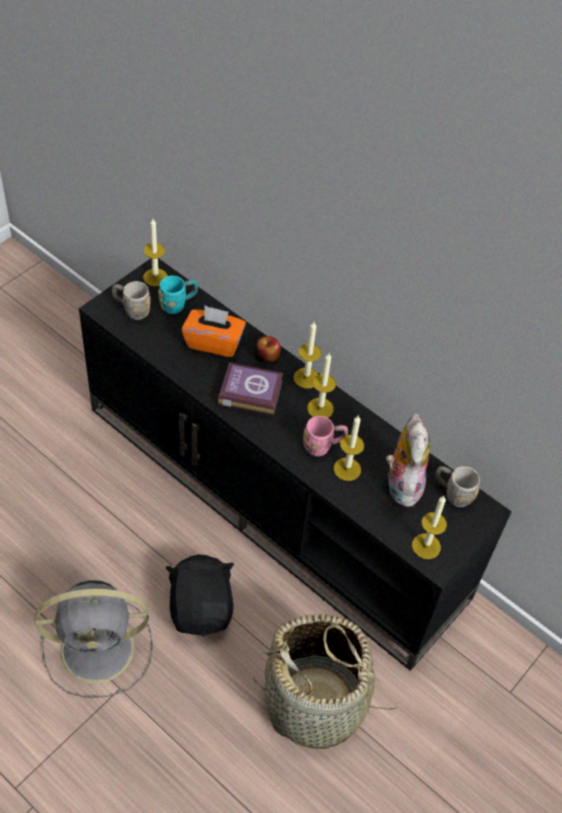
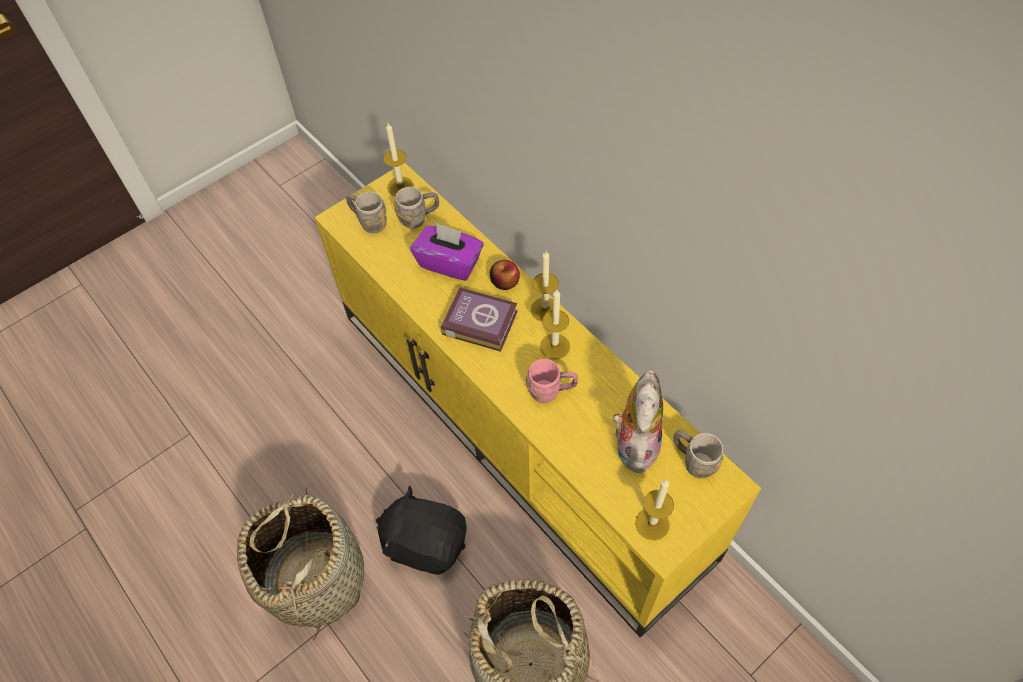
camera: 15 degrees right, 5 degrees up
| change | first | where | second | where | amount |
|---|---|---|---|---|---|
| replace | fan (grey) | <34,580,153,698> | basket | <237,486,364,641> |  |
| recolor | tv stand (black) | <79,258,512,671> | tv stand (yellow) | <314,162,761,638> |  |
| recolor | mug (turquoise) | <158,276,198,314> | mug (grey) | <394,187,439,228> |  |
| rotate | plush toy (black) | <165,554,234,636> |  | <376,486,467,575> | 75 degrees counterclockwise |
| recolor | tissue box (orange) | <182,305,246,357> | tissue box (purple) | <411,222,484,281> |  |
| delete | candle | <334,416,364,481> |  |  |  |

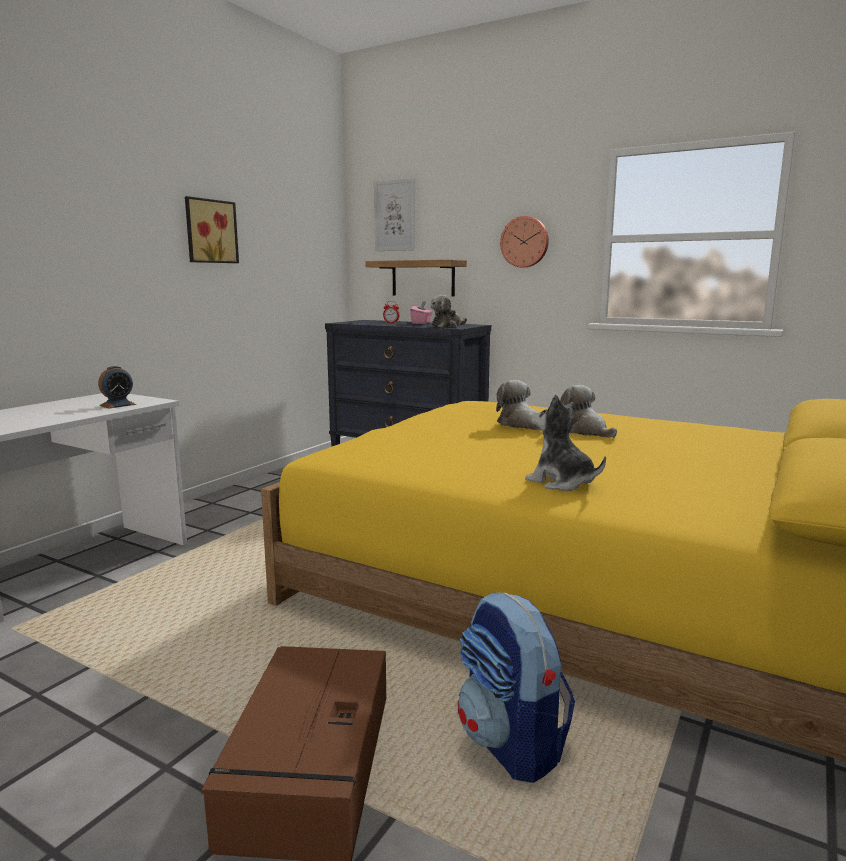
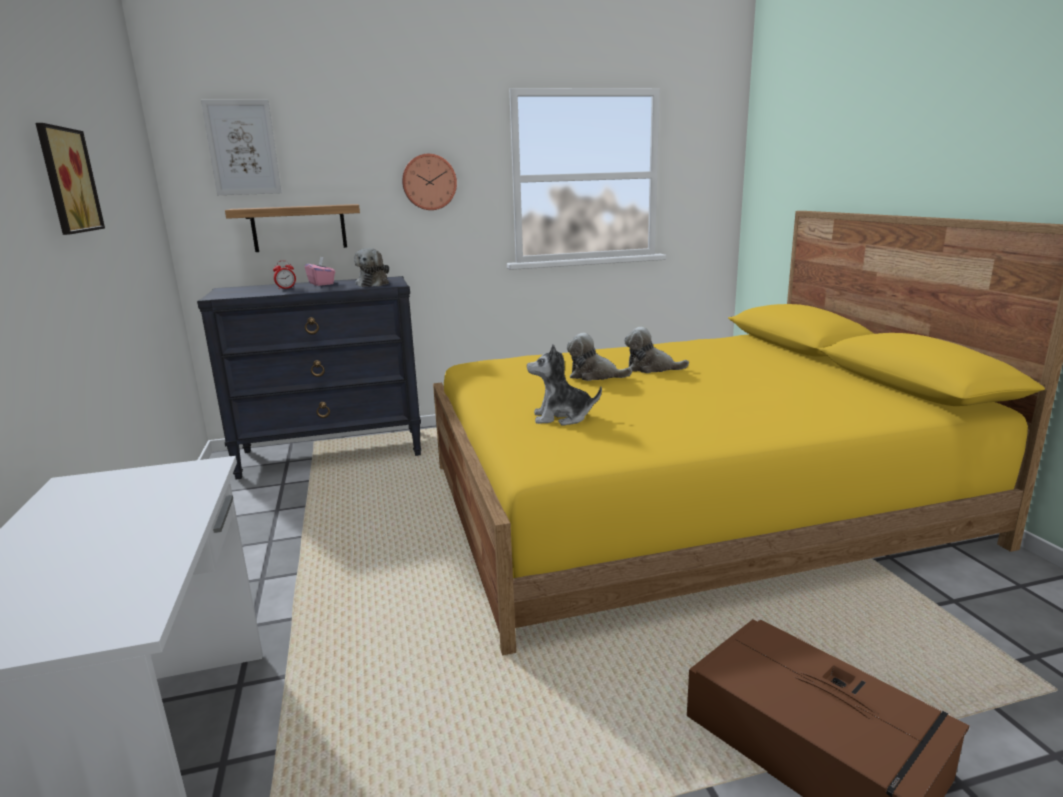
camera: 45 degrees left, 5 degrees up
| change | first | where | second | where | amount |
|---|---|---|---|---|---|
| delete | alarm clock | <98,366,136,409> |  |  |  |
| delete | backpack | <458,593,575,783> |  |  |  |
| move | plush toy | <525,394,606,491> |  | <527,344,602,426> |  |

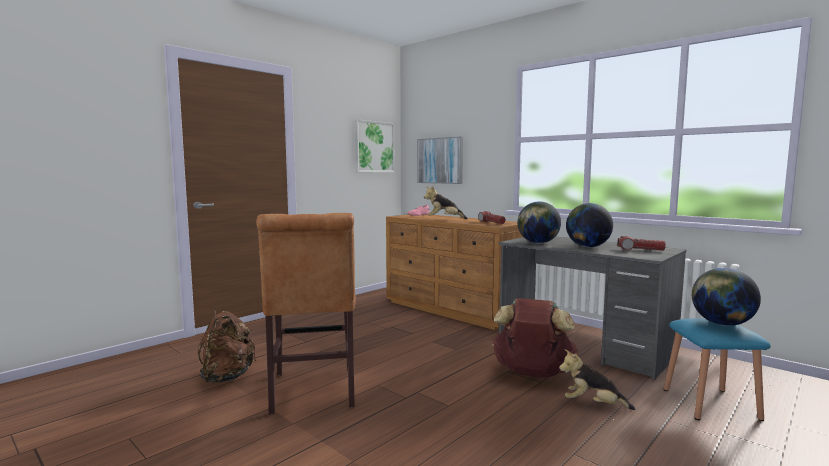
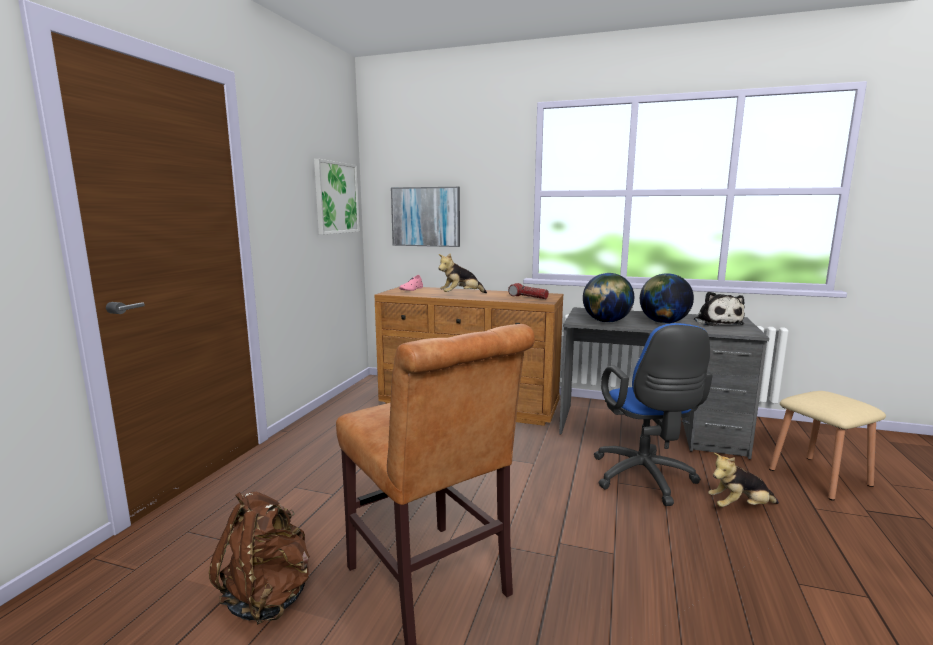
camera: 25 degrees left, 5 degrees up
| change | first | where | second | where | amount |
|---|---|---|---|---|---|
| replace | backpack (brown) | <492,298,578,378> | office chair (blue) | <594,323,713,506> |  |
| replace | flashlight | <617,236,666,251> | plush toy | <694,291,745,326> |  |
| recolor | stool (blue) | <664,318,771,421> | stool (beige) | <769,391,886,501> |  |
| delete | globe | <692,268,761,326> |  |  |  |

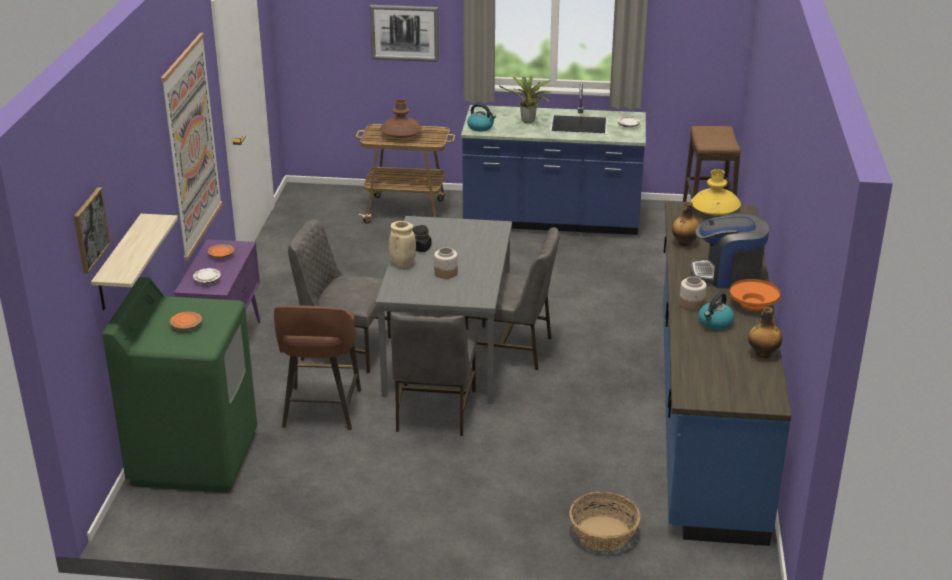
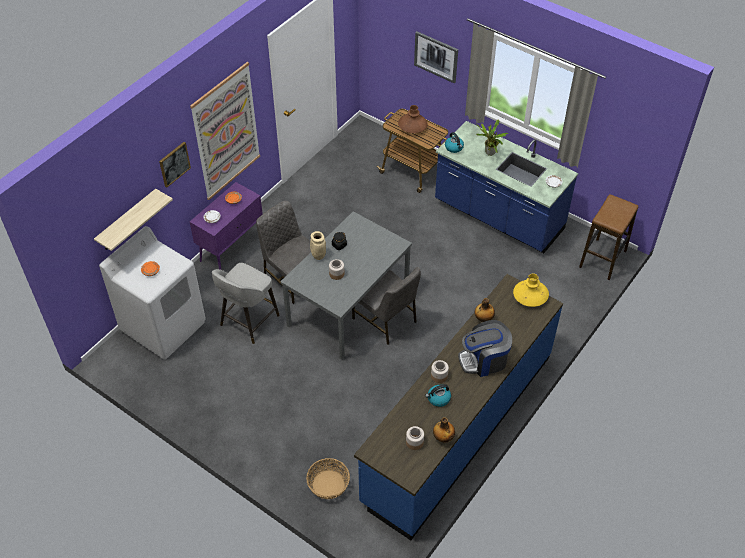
camera: 30 degrees right, 20 degrees up
| change | first | where | second | where | amount |
|---|---|---|---|---|---|
| move | picture | <74,187,111,274> |  | <159,142,191,188> |  |
| recolor | washing machine (green) | <102,277,257,493> | washing machine (white) | <99,226,206,360> |  |
| recolor | stool (brown) | <274,305,361,430> | stool (grey) | <212,263,280,344> |  |
| delete | chair (grey) | <390,313,477,436> |  |  |  |
| rotate | coffee machine | <690,212,769,288> |  | <458,320,512,377> | 45 degrees counterclockwise |
| delete | bowl (orange) | <730,279,780,311> |  |  |  |
| insert |  |  | jar | <406,426,424,450> |  |

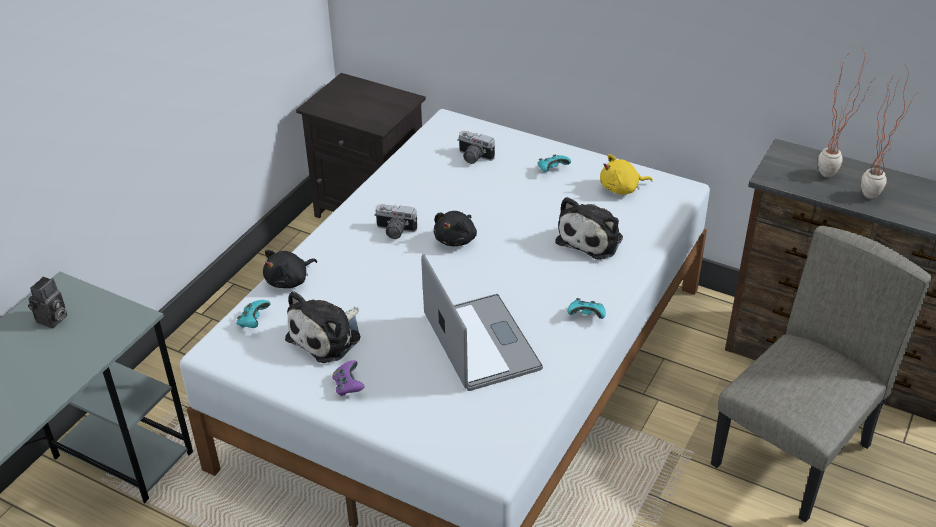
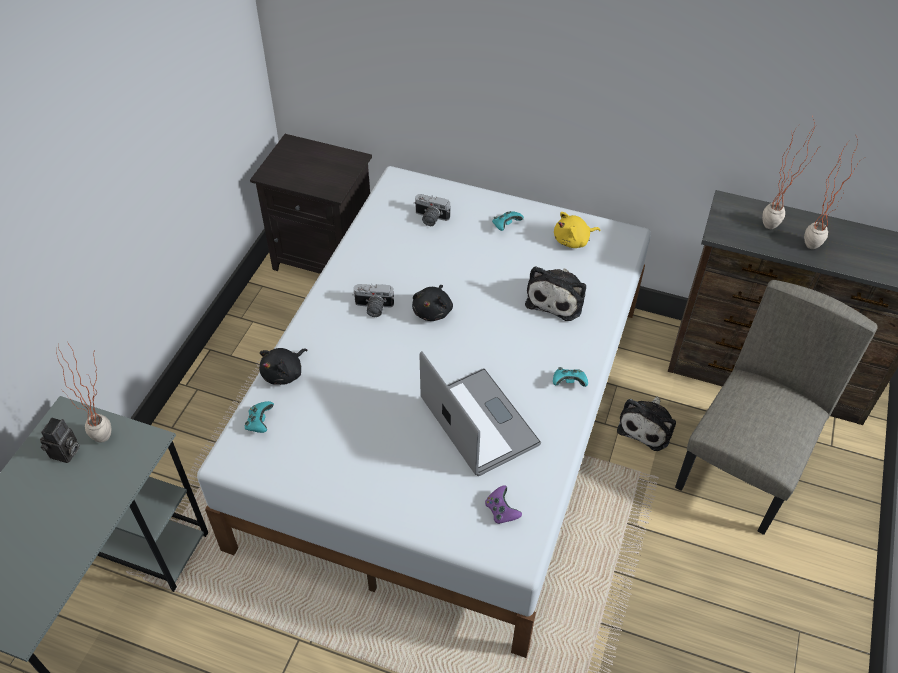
camera: 10 degrees left, 10 degrees up
| change | first | where | second | where | amount |
|---|---|---|---|---|---|
| move | plush toy | <285,291,361,363> |  | <617,396,676,451> |  |
| move | game controller (purple) | <332,360,364,396> |  | <485,485,522,524> |  |
| insert |  |  | potted plant | <56,342,112,443> |  |

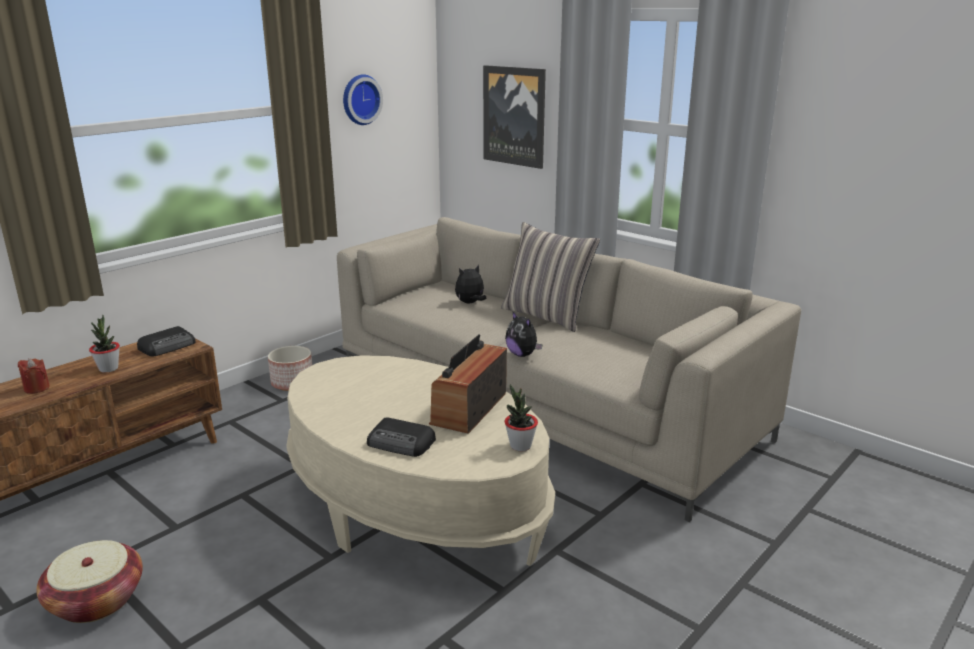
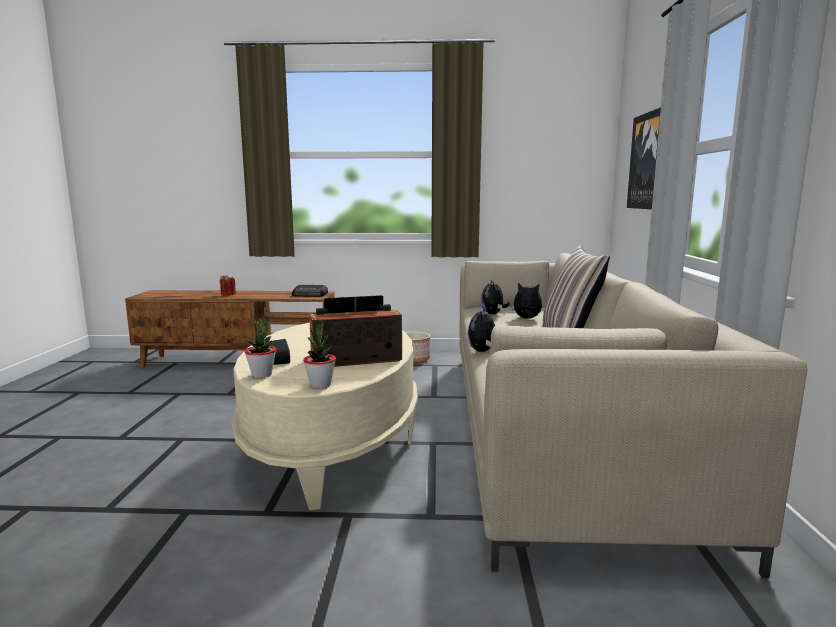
camera: 50 degrees right, 10 degrees down
| change | first | where | second | where | amount |
|---|---|---|---|---|---|
| delete | basket | <36,540,143,623> |  |  |  |
| move | potted plant | <89,315,120,373> |  | <244,315,276,378> |  |
| delete | wall clock | <343,74,383,125> |  |  |  |
| insert |  |  | plush toy | <481,280,510,314> |  |

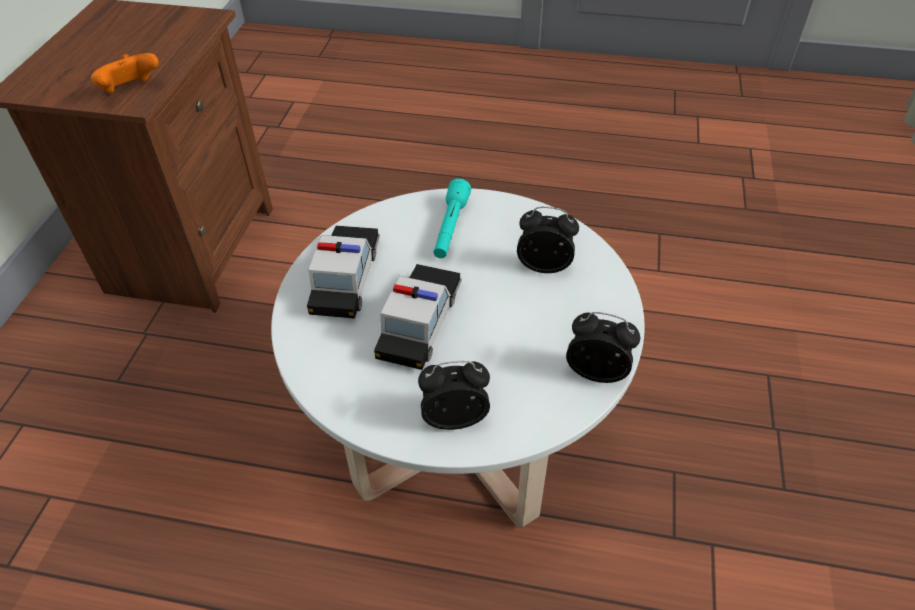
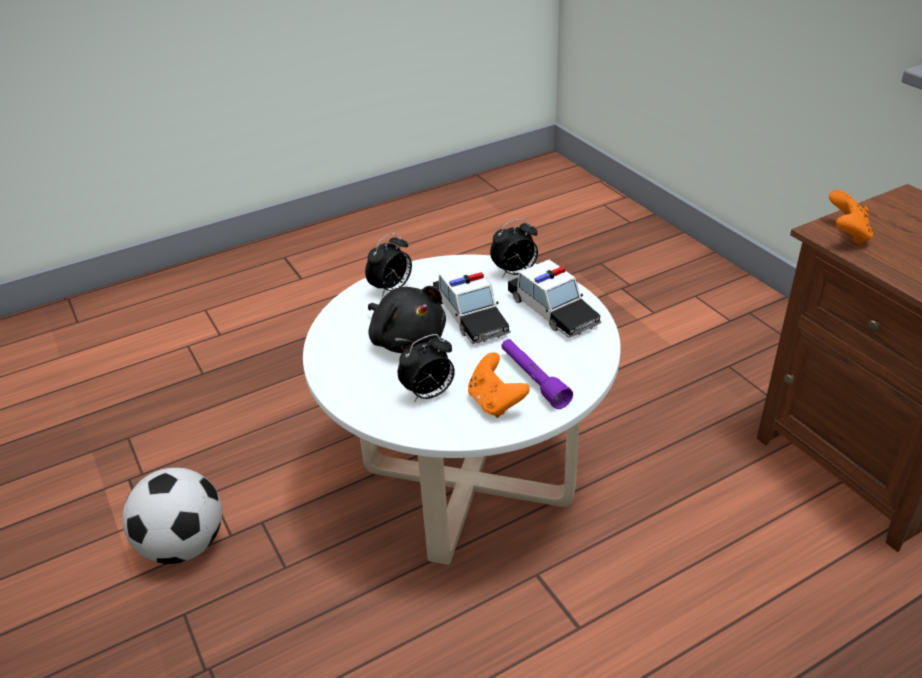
camera: 140 degrees right, 10 degrees down
| change | first | where | second | where | amount |
|---|---|---|---|---|---|
| recolor | flashlight (turquoise) | <433,179,471,258> | flashlight (purple) | <501,339,573,409> |  |
| move | alarm clock | <566,312,640,383> |  | <490,219,538,278> |  |
| insert |  |  | football | <123,467,222,564> |  |
| insert |  |  | plush toy (black) | <368,286,446,353> |  |
| insert |  |  | game controller (orange) | <468,352,530,418> |  |

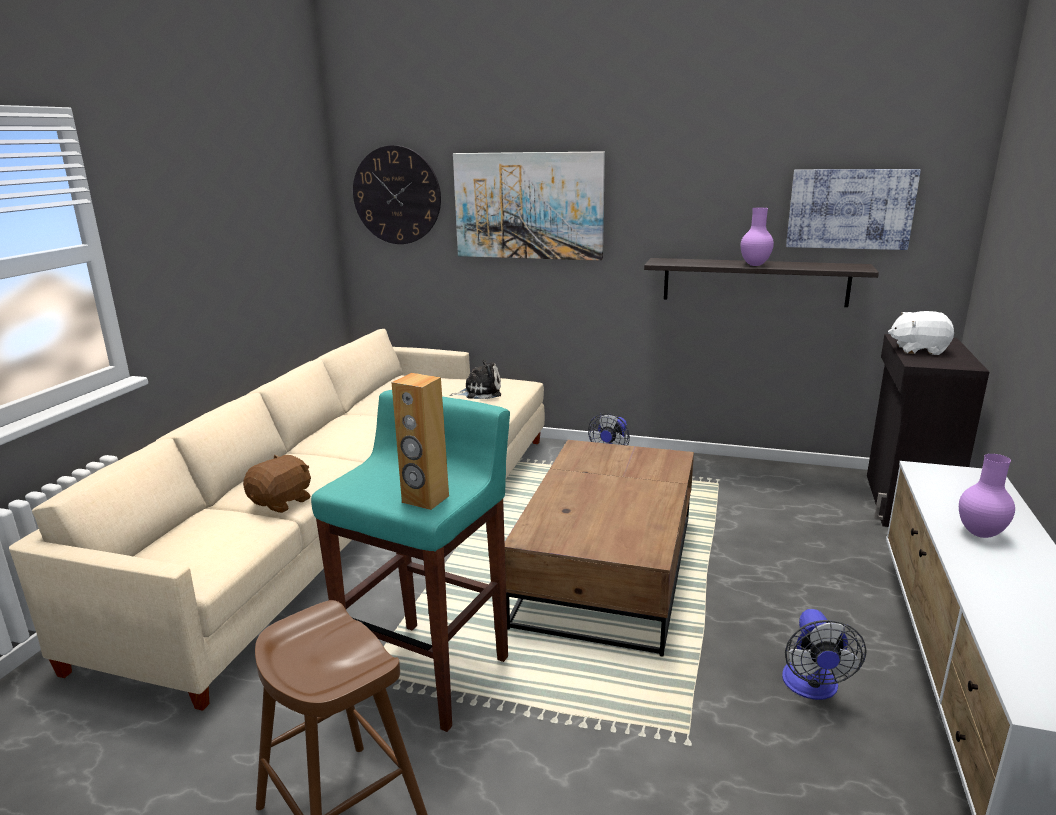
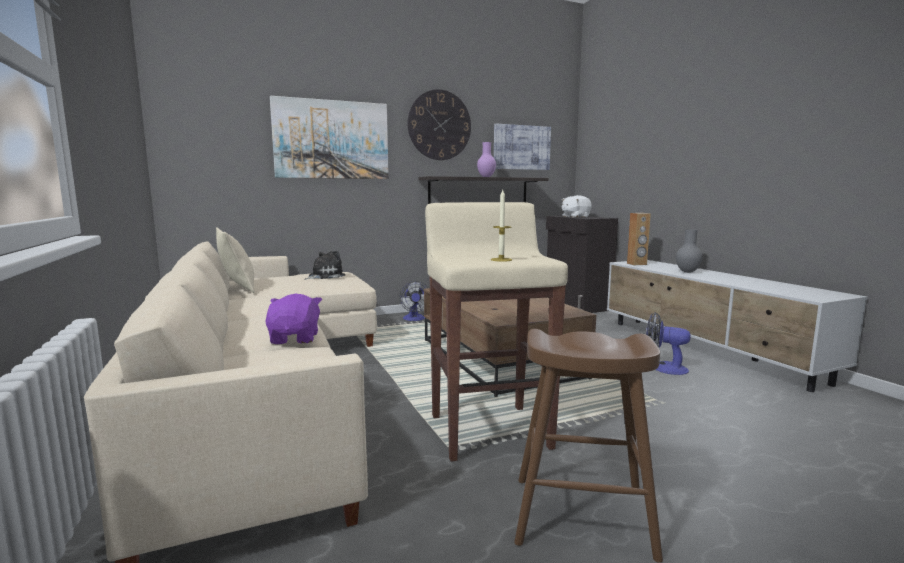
camera: 40 degrees left, 10 degrees down
| change | first | where | second | where | amount |
|---|---|---|---|---|---|
| recolor | plush toy (brown) | <243,455,311,513> | plush toy (purple) | <265,294,322,344> |  |
| recolor | stool (turquoise) | <311,390,510,732> | stool (beige) | <425,202,568,461> |  |
| move | wall clock | <353,145,441,244> |  | <407,89,471,160> |  |
| move | speaker (brown) | <392,373,449,510> |  | <627,213,651,265> |  |
| rotate | fan | <782,609,867,700> |  | <646,312,691,375> | 150 degrees clockwise |
| recolor | vase (purple) | <959,454,1015,538> | vase (grey) | <676,229,703,273> |  |
| insert |  |  | pillow (beige) | <216,227,254,293> |  |
| insert |  |  | candle | <491,190,512,262> |  |

